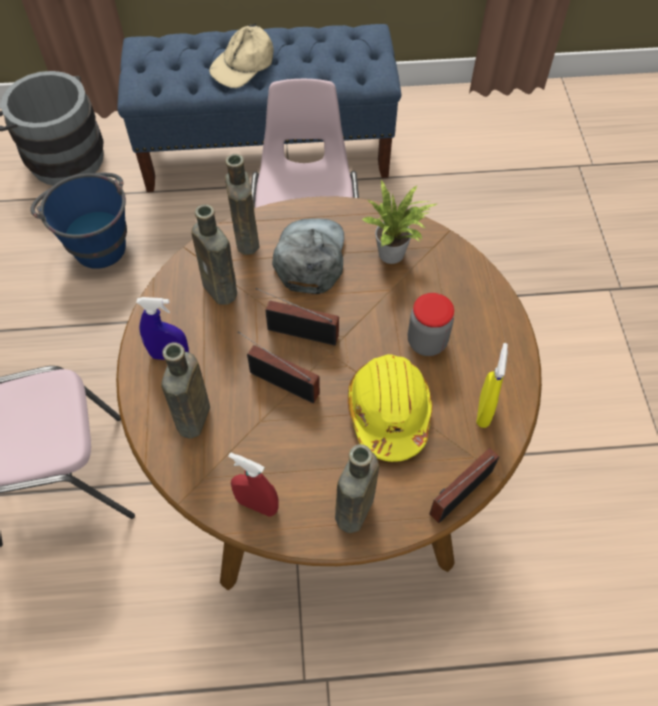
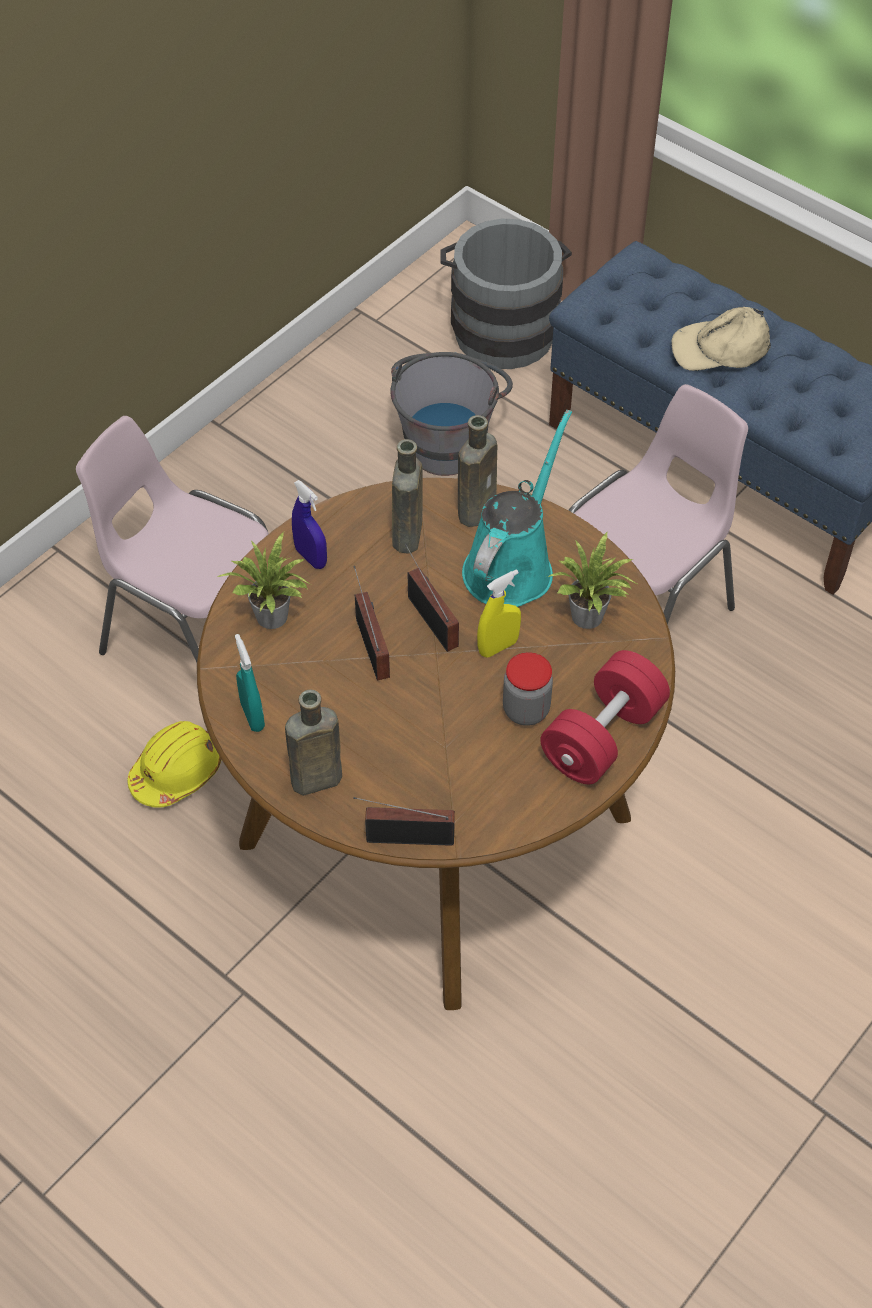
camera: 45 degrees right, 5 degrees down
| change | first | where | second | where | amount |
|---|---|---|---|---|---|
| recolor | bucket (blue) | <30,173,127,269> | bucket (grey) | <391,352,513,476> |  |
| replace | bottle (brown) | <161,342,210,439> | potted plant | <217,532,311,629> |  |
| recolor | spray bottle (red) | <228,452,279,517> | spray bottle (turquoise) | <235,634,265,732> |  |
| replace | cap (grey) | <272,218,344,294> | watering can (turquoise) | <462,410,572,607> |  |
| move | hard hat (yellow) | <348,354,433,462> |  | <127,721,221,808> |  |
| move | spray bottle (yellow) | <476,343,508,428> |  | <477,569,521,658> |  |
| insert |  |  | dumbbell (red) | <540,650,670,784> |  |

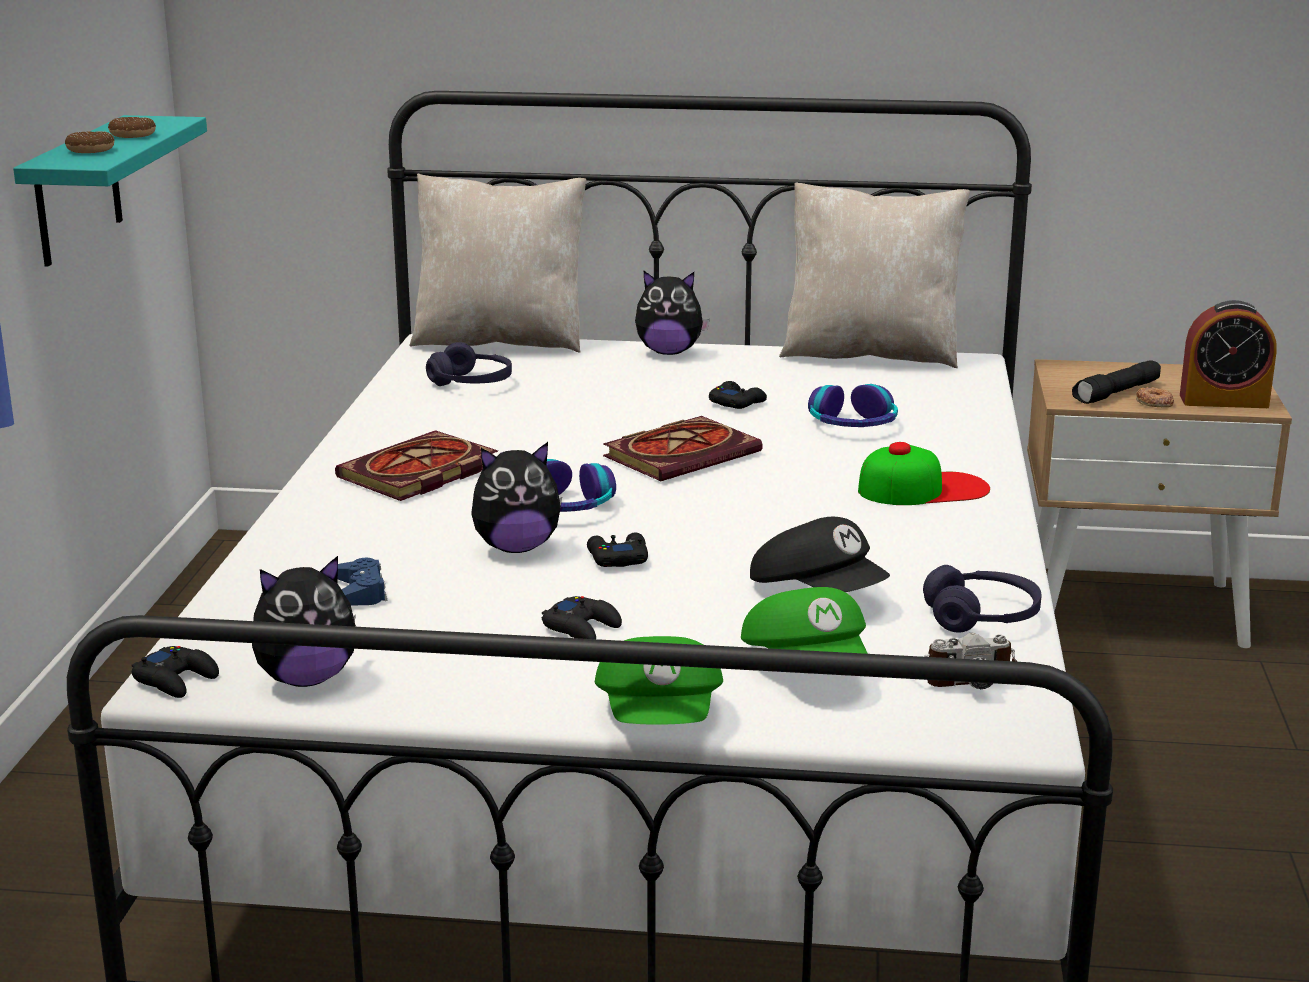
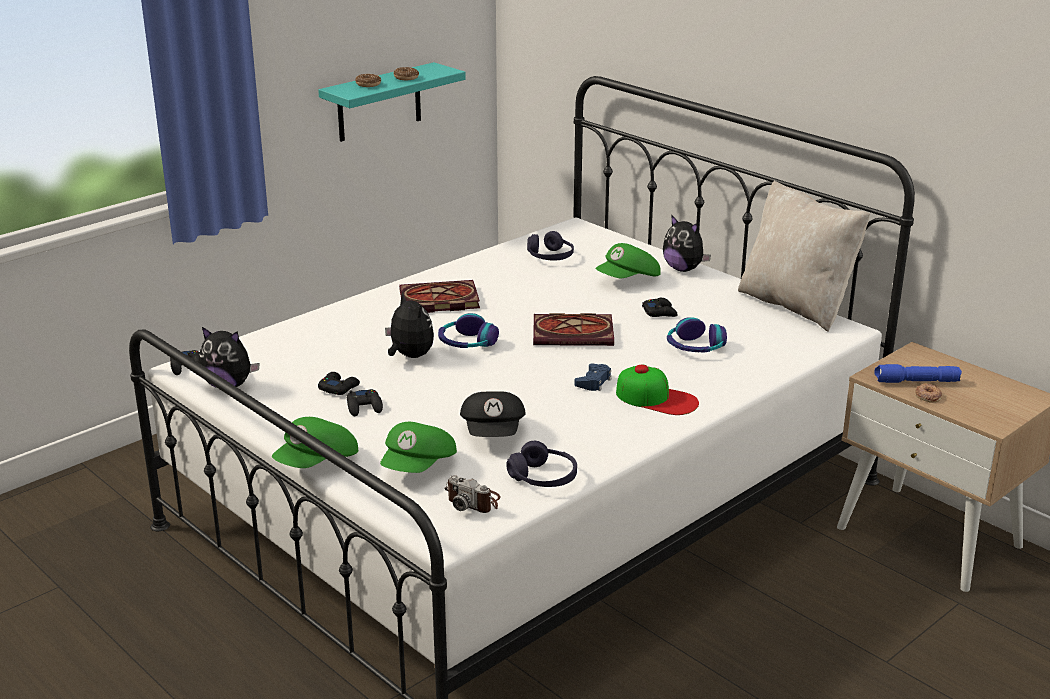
camera: 40 degrees right, 5 degrees up
| change | first | where | second | where | amount |
|---|---|---|---|---|---|
| move | game controller (blue) | <338,558,387,606> |  | <574,363,612,391> |  |
| delete | pillow (beige) | <409,173,587,352> |  |  |  |
| rotate | plush toy | <471,442,562,553> |  | <385,292,434,358> | 150 degrees counterclockwise |
| move | game controller (black) | <587,532,648,567> |  | <318,372,360,395> |  |
| recolor | flashlight (black) | <1072,361,1161,404> | flashlight (blue) | <874,364,962,383> |  |
| delete | alarm clock | <1180,300,1276,408> |  |  |  |
| insert |  |  | cap (green) | <595,243,661,278> |  |

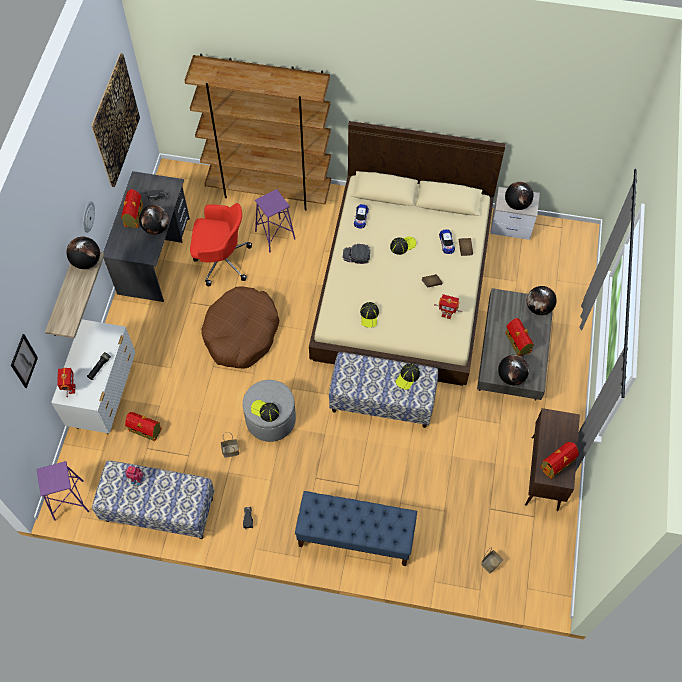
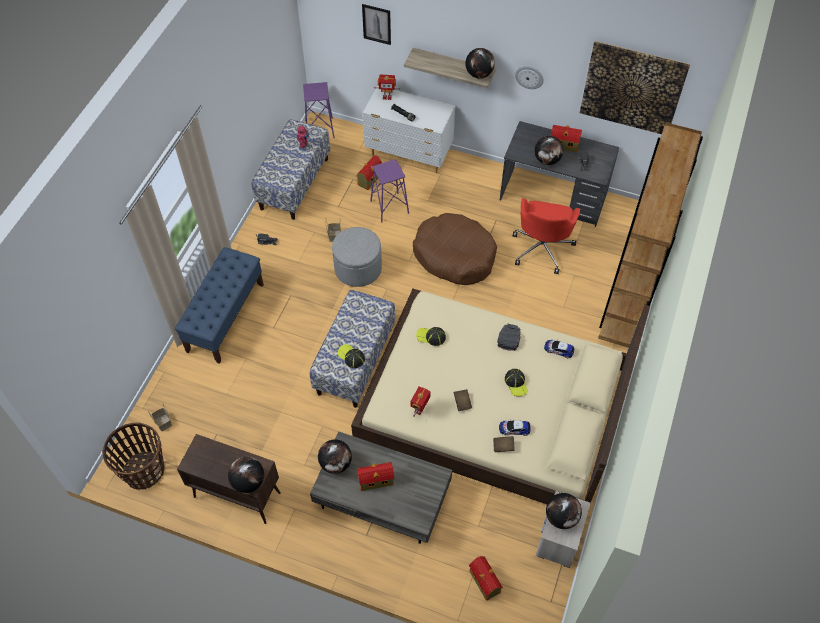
camera: 100 degrees right, 5 degrees down
| change | first | where | second | where | amount |
|---|---|---|---|---|---|
| delete | cap | <251,400,279,422> |  |  |  |
| move | stool (purple) | <255,189,295,253> |  | <370,159,409,223> |  |
| move | globe | <526,286,556,315> |  | <228,457,264,493> |  |
| move | toy house | <541,442,579,479> |  | <469,556,503,601> |  |
| insert |  |  | basket | <102,423,165,490> |  |

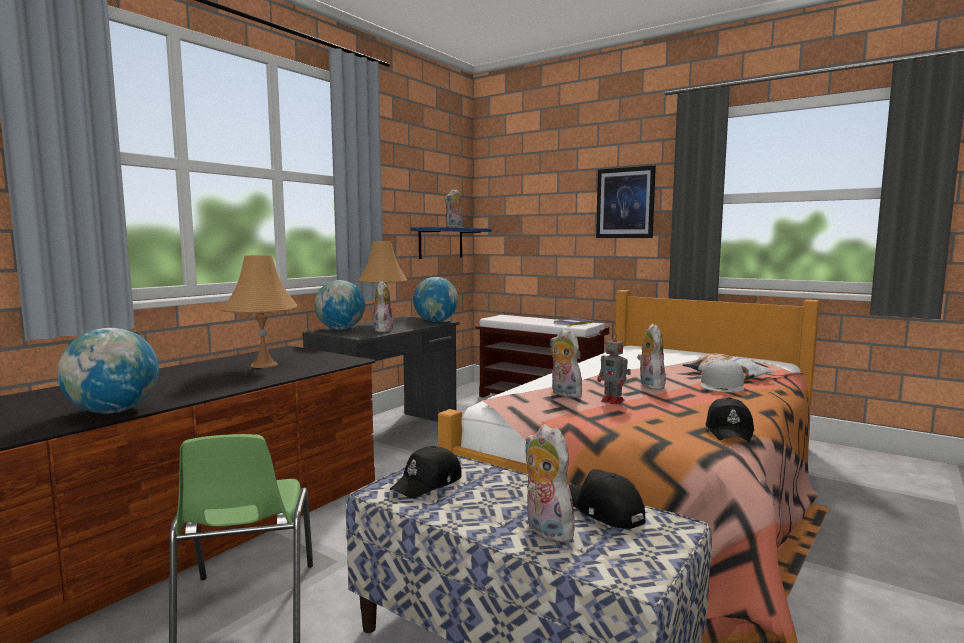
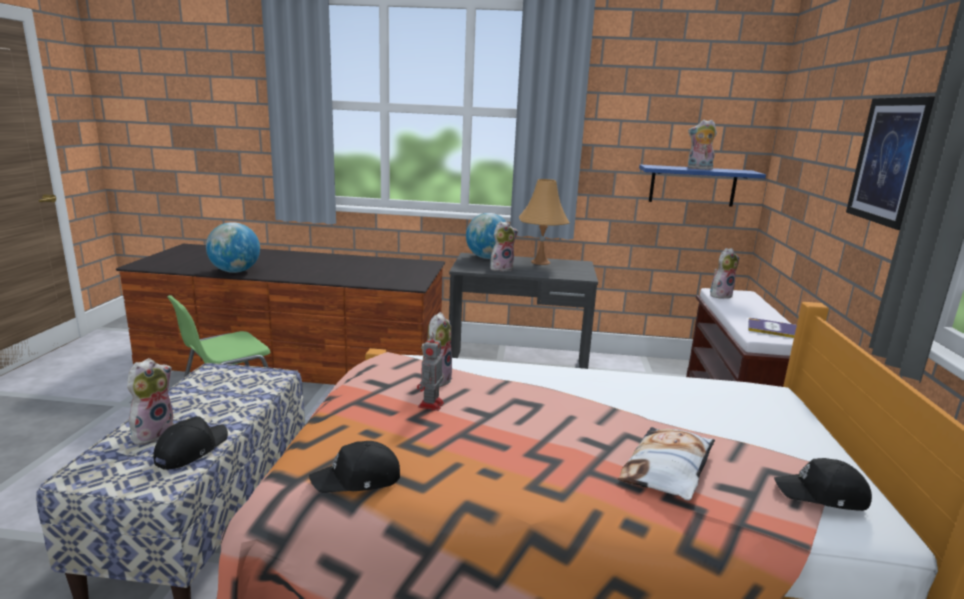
camera: 60 degrees right, 10 degrees up
| change | first | where | second | where | amount |
|---|---|---|---|---|---|
| delete | table lamp (orange) | <222,255,298,368> |  |  |  |
| move | cap (black) | <390,446,462,498> |  | <774,458,872,511> |  |
| delete | globe | <413,277,458,322> |  |  |  |
| move | plush toy | <637,324,666,390> |  | <710,248,739,299> |  |
| delete | cap (white) | <700,359,744,393> |  |  |  |

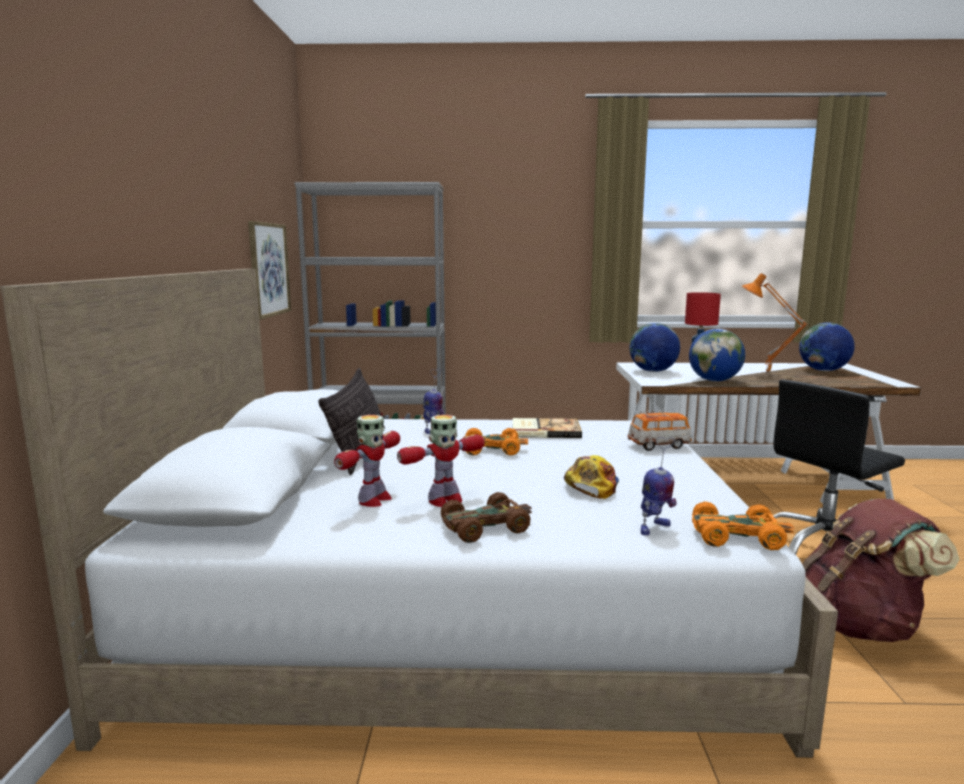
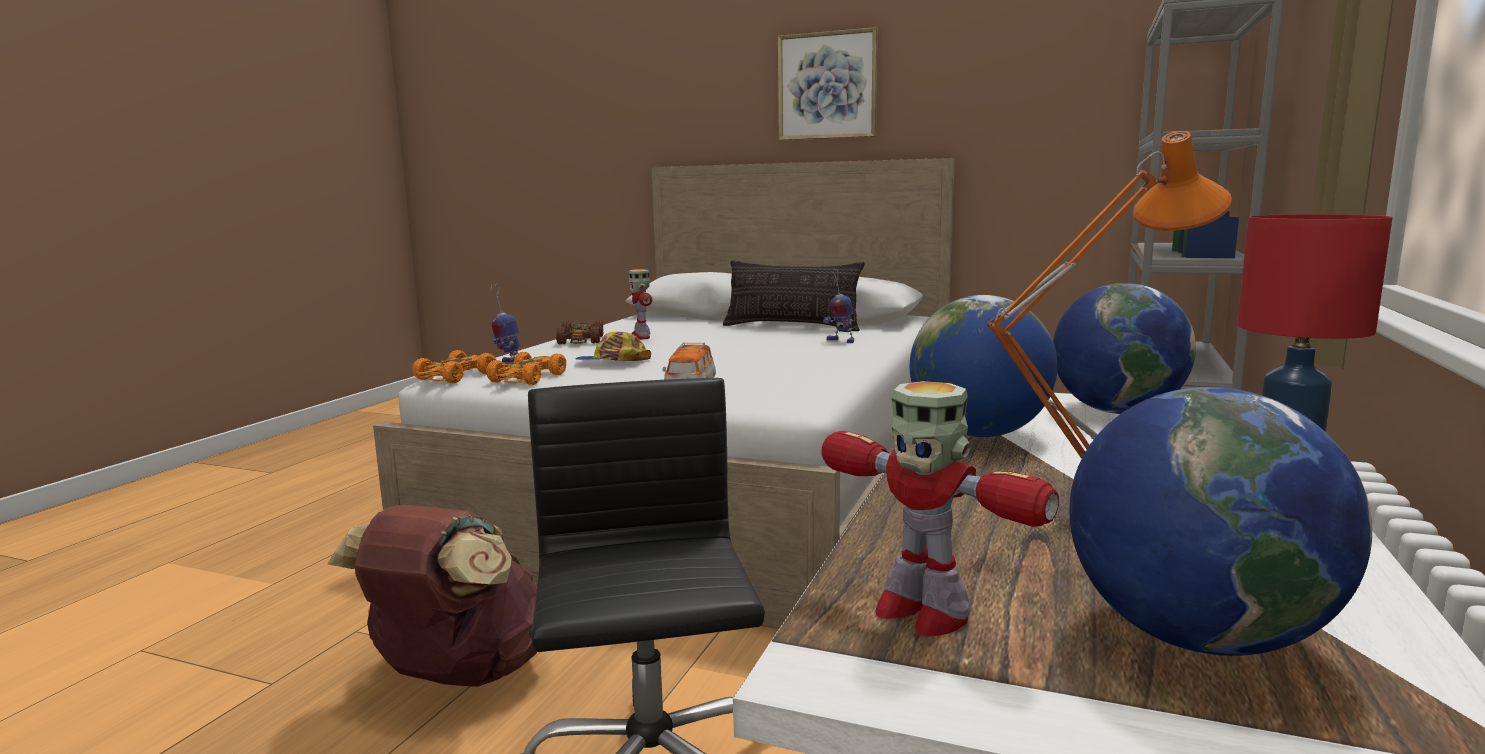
camera: 110 degrees right, 0 degrees up
| change | first | where | second | where | amount |
|---|---|---|---|---|---|
| move | picture | <248,221,291,320> |  | <778,27,878,140> |  |
| move | toy robot | <334,415,400,507> |  | <821,381,1059,636> |  |
| move | toy car (orange) | <463,428,528,455> |  | <486,352,566,385> |  |
| delete | book | <513,418,582,438> |  |  |  |
| rotate | cap | <564,455,619,499> |  | <575,331,651,362> | 150 degrees clockwise |

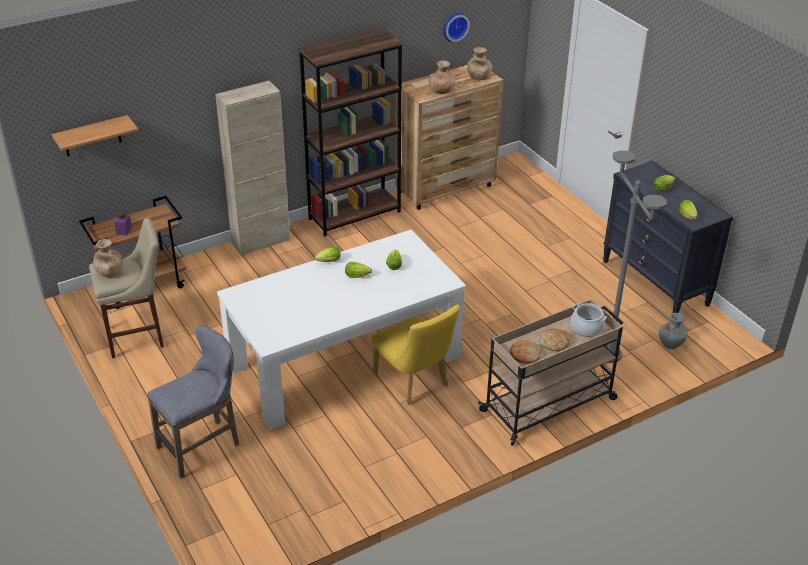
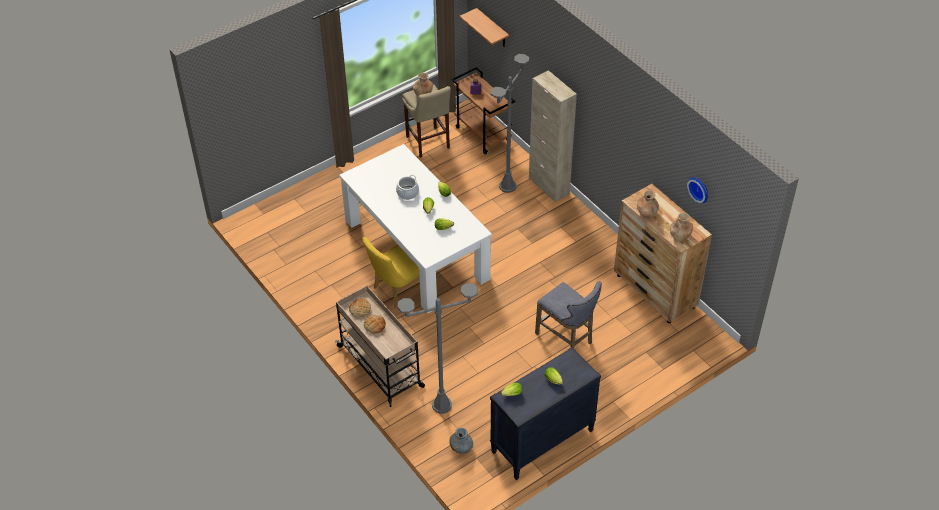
camera: 85 degrees right, 10 degrees up
| change | first | where | second | where | amount |
|---|---|---|---|---|---|
| move | stool (grey) | <147,325,239,479> |  | <535,281,602,348> |  |
| delete | bookcase (brown) | <299,28,403,237> |  |  |  |
| move | cooking pot | <571,303,607,337> |  | <396,175,419,200> |  |
| insert |  |  | floor lamp (grey) | <491,54,529,193> |  |

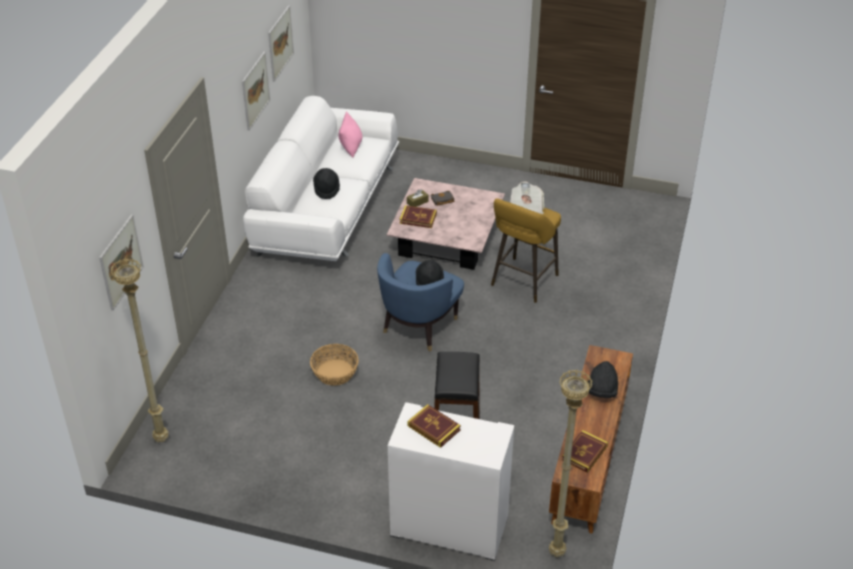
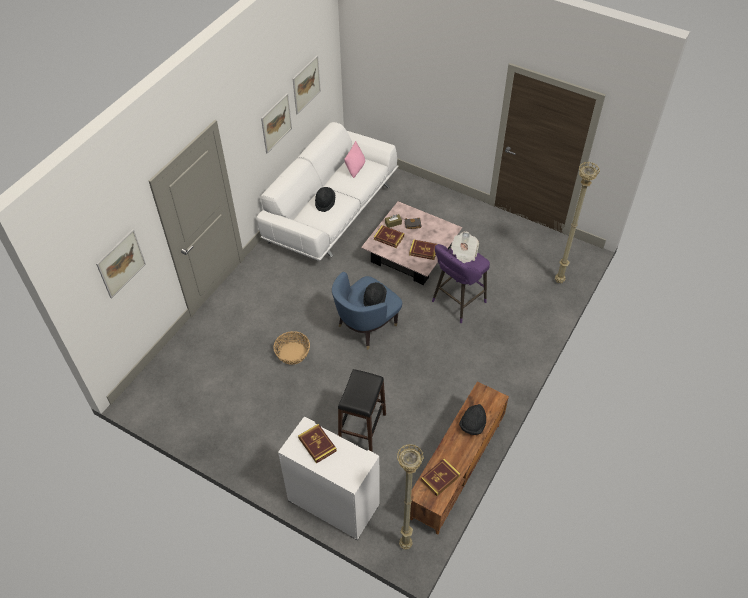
camera: 15 degrees right, 10 degrees up
| change | first | where | second | where | amount |
|---|---|---|---|---|---|
| move | floor lamp (beige) | <111,259,169,442> |  | <555,162,600,283> |  |
| recolor | stool (yellow) | <491,198,561,303> | stool (purple) | <432,244,490,323> |  |
| insert |  |  | book | <409,239,437,260> |  |

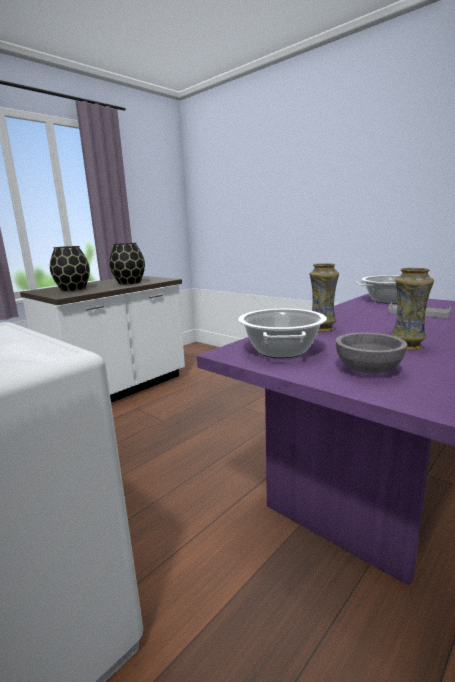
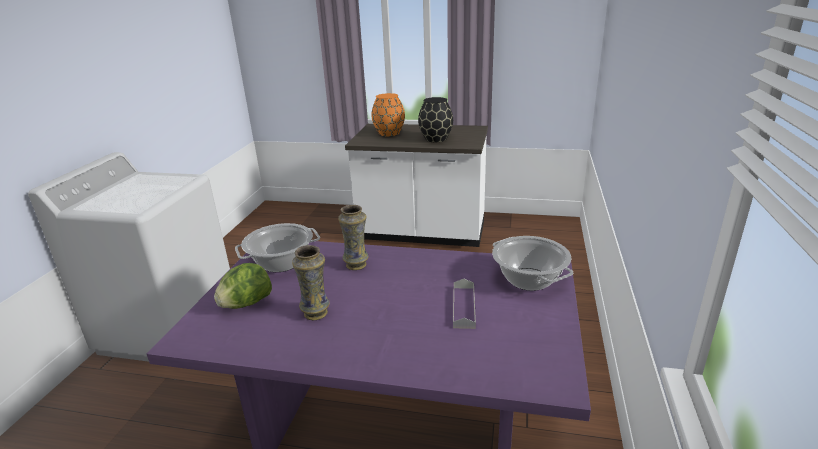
camera: 60 degrees right, 10 degrees up
| change | first | where | second | where | amount |
|---|---|---|---|---|---|
| recolor | vase (black) | <50,246,90,291> | vase (orange) | <371,93,405,136> |  |
| replace | bowl (grey) | <336,333,407,374> | lettuce | <214,263,272,309> |  |

